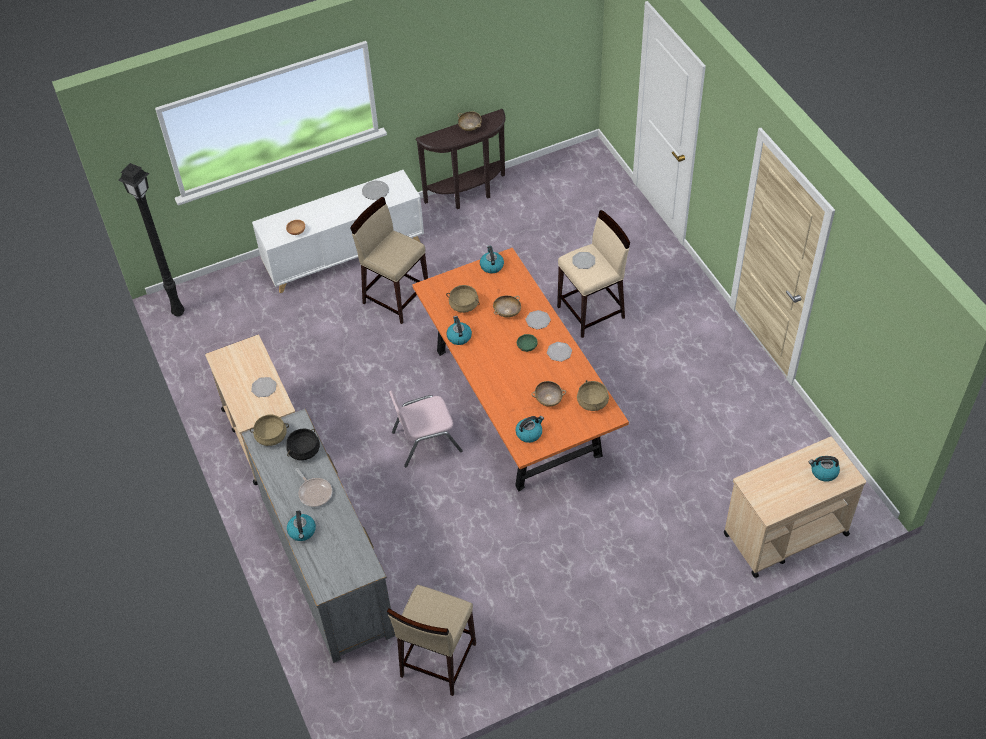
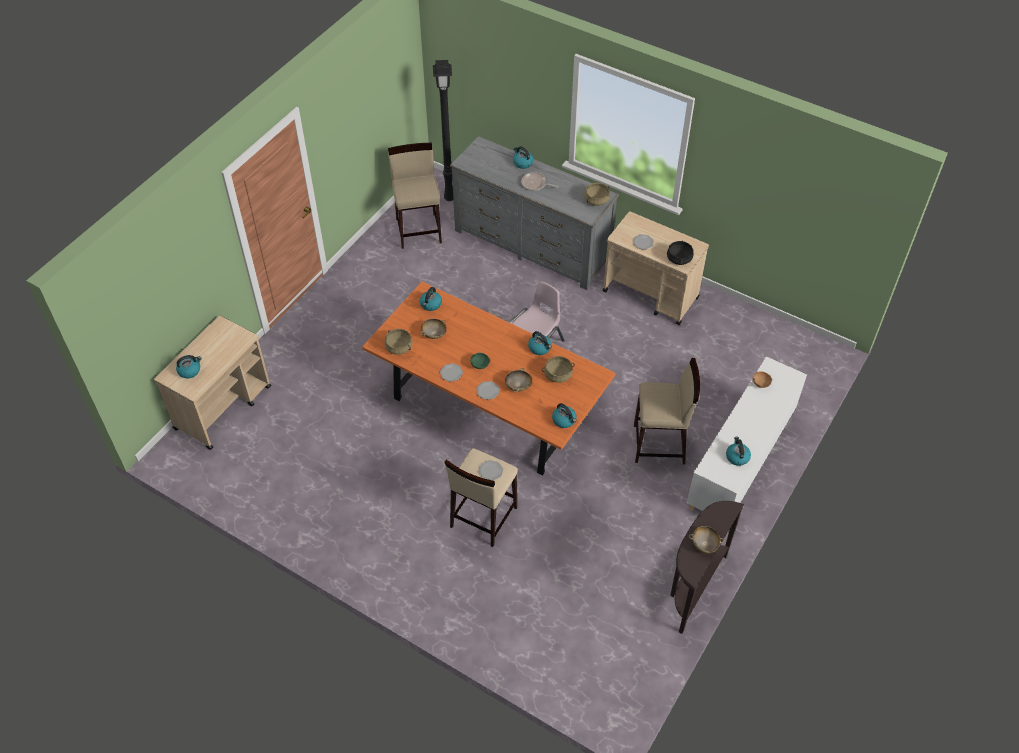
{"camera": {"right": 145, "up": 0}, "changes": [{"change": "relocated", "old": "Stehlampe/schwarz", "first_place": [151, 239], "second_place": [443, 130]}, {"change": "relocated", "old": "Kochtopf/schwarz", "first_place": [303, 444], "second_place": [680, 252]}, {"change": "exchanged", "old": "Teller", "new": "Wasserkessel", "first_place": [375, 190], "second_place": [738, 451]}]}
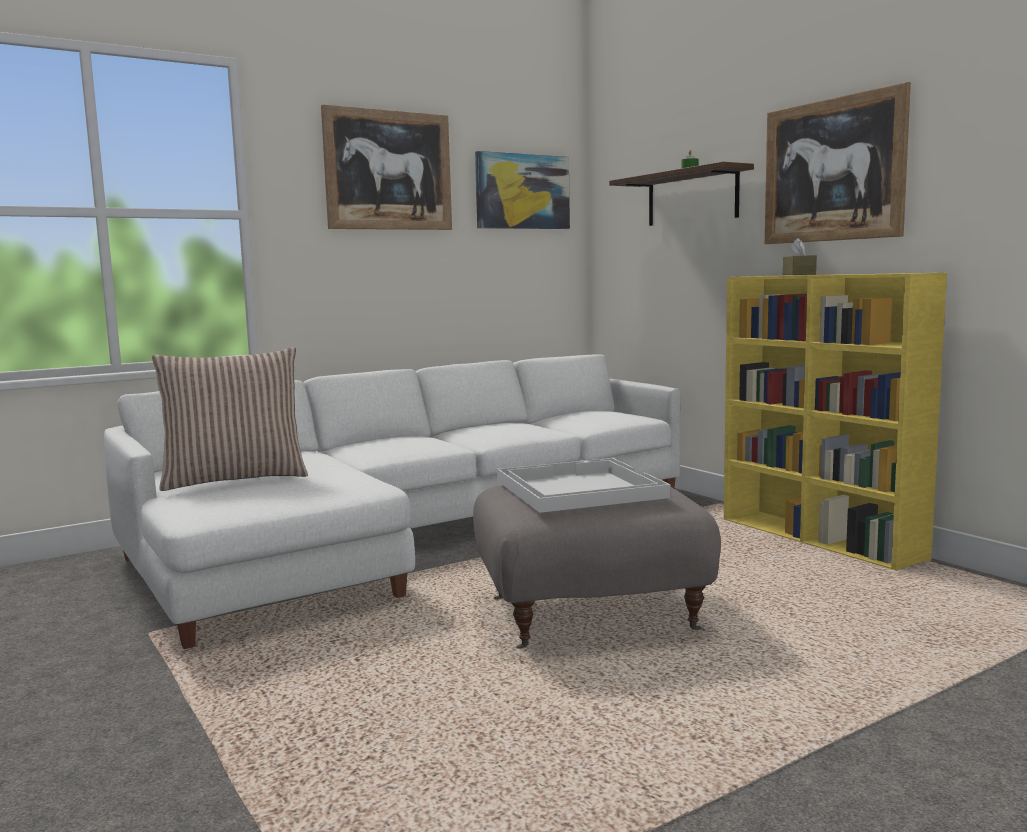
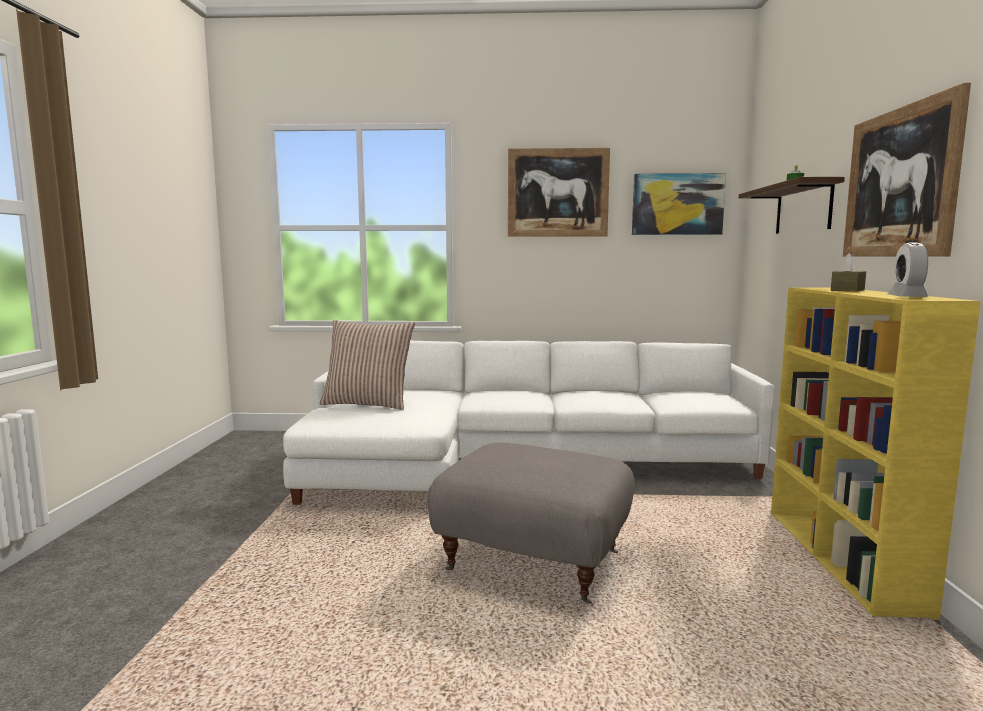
{"camera": {"right": 35, "up": 0}, "changes": [{"change": "missing", "old": "Tablett/weiß", "first_place": [584, 485]}, {"change": "appeared", "new": "Wecker", "second_place": [908, 270]}]}
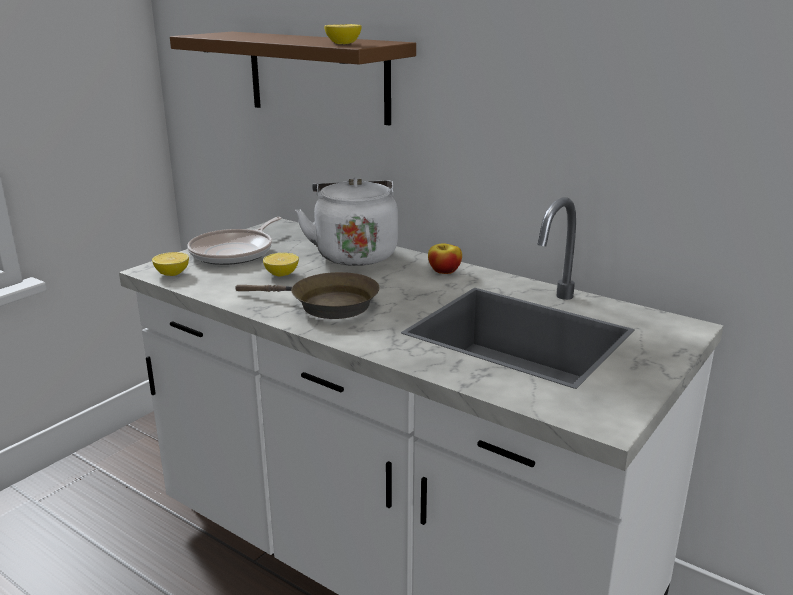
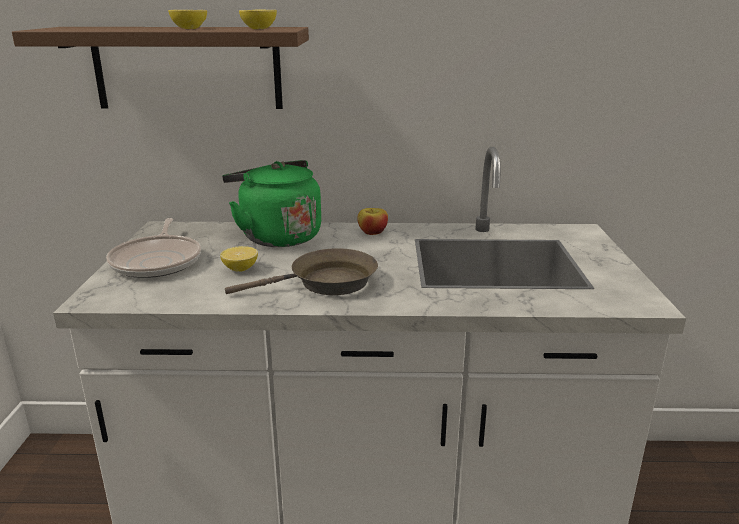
{"camera": {"right": -35, "up": 0}, "changes": [{"change": "relocated", "old": "Zitrone", "first_place": [170, 264], "second_place": [187, 19]}, {"change": "colour", "old": "Wasserkessel/weiß", "new": "Wasserkessel/grün", "first_place": [346, 222], "second_place": [271, 203]}]}
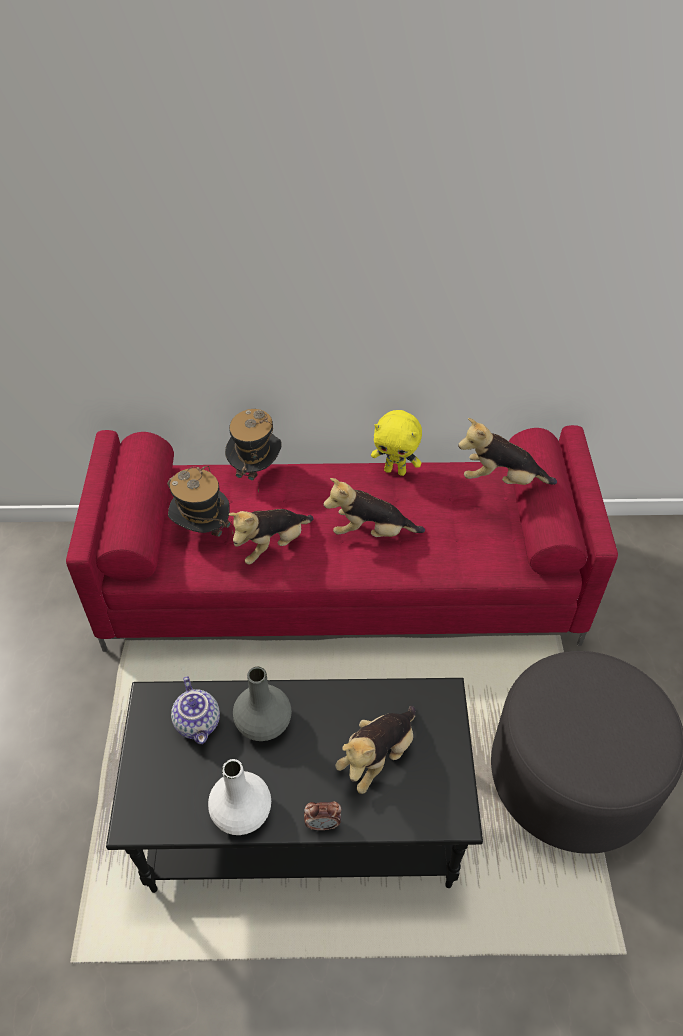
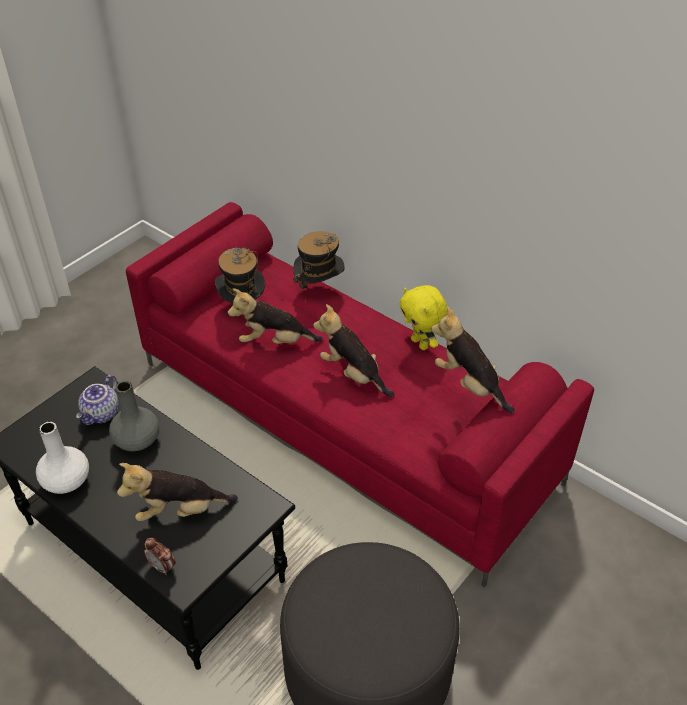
{"camera": {"right": 40, "up": -5}, "changes": [{"change": "relocated", "old": "Wecker", "first_place": [322, 815], "second_place": [160, 556]}]}
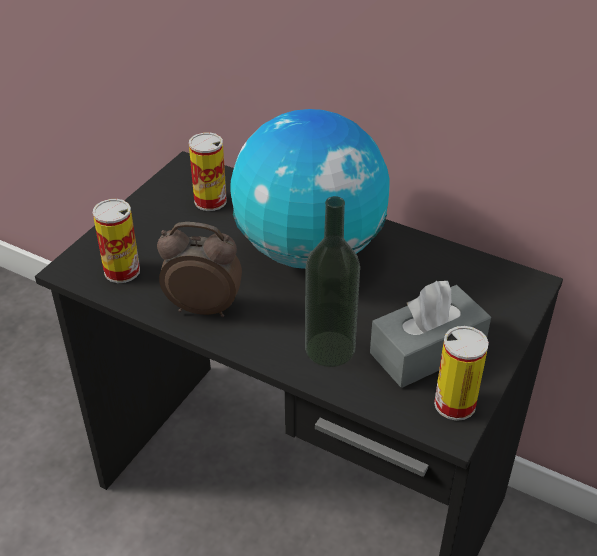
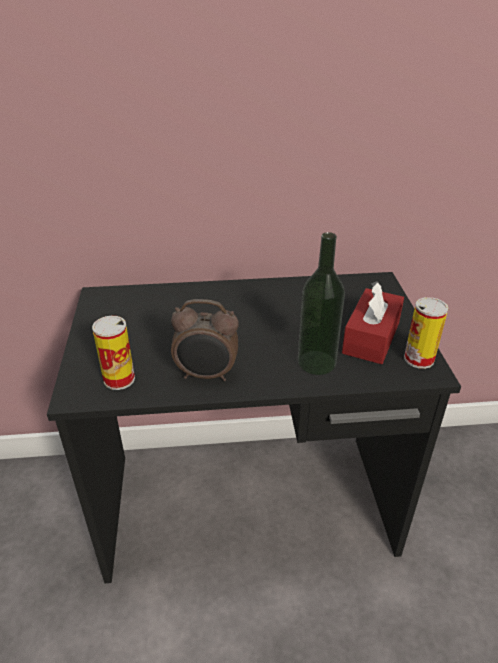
{"camera": {"right": -35, "up": -5}, "changes": [{"change": "spun", "old": "Wecker", "first_place": [199, 269], "second_place": [205, 340], "degrees": -150}, {"change": "missing", "old": "Dose", "first_place": [208, 171]}, {"change": "missing", "old": "Globus", "first_place": [310, 189]}, {"change": "colour", "old": "Taschentuchbox/grau", "new": "Taschentuchbox/rot", "first_place": [430, 334], "second_place": [373, 322]}]}
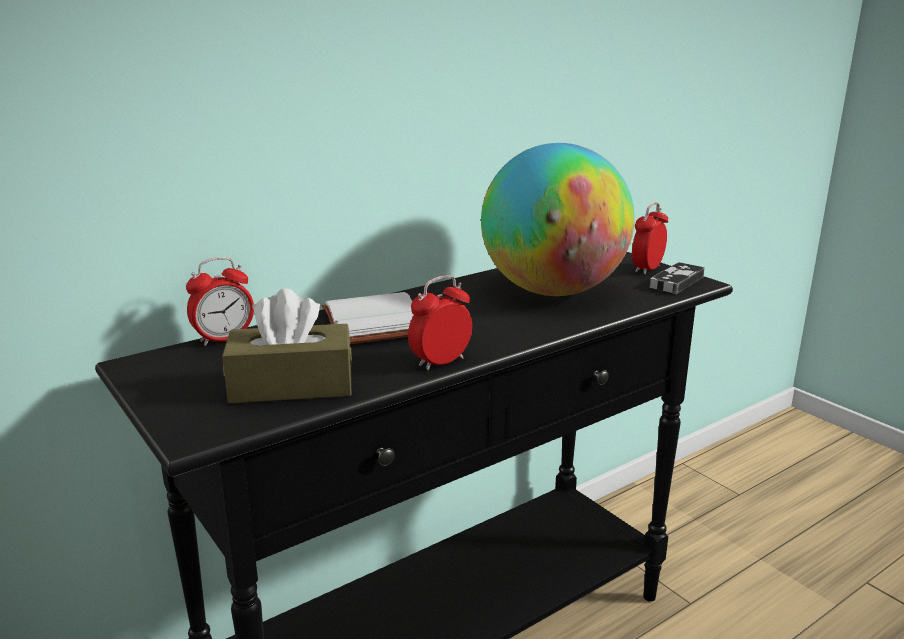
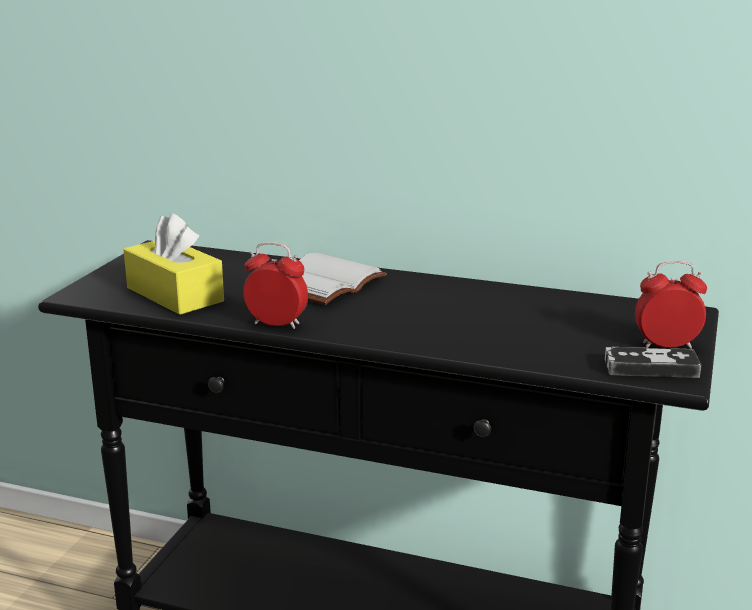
{"camera": {"right": 55, "up": 0}, "changes": [{"change": "missing", "old": "Wecker", "first_place": [220, 301]}, {"change": "colour", "old": "Taschentuchbox/braun", "new": "Taschentuchbox/gelb", "first_place": [287, 346], "second_place": [173, 264]}, {"change": "missing", "old": "Globus", "first_place": [558, 219]}]}
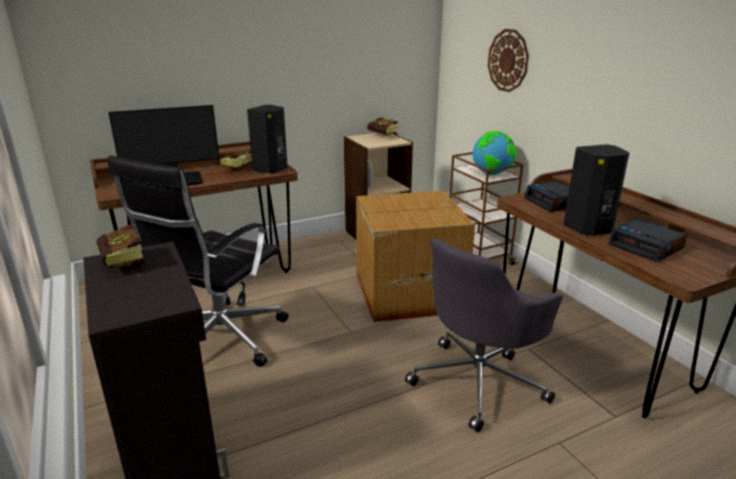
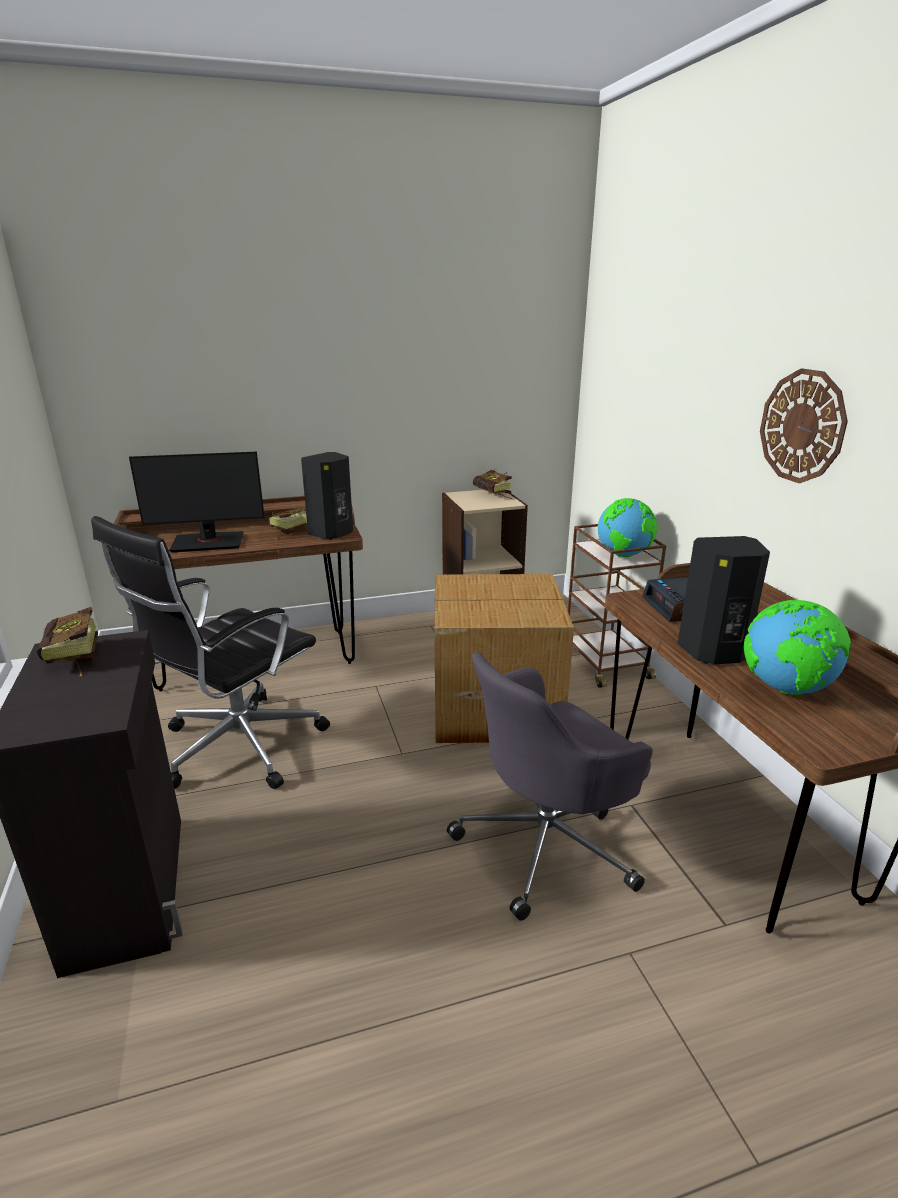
{"camera": {"right": 10, "up": 0}, "changes": [{"change": "relocated", "old": "Wanduhr", "first_place": [508, 60], "second_place": [804, 425]}, {"change": "exchanged", "old": "Wecker", "new": "Globus", "first_place": [648, 240], "second_place": [797, 647]}]}
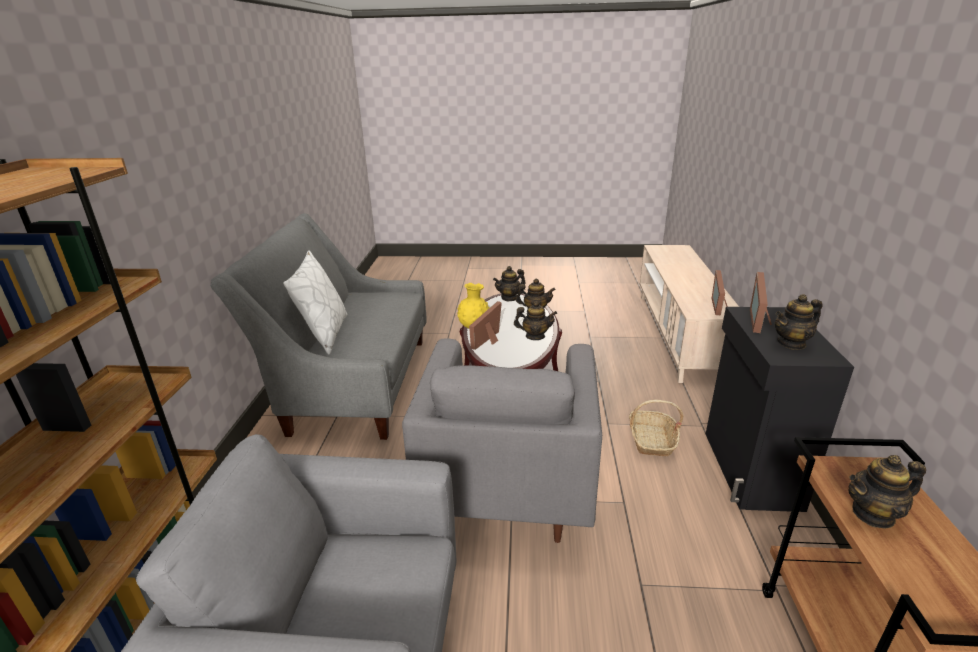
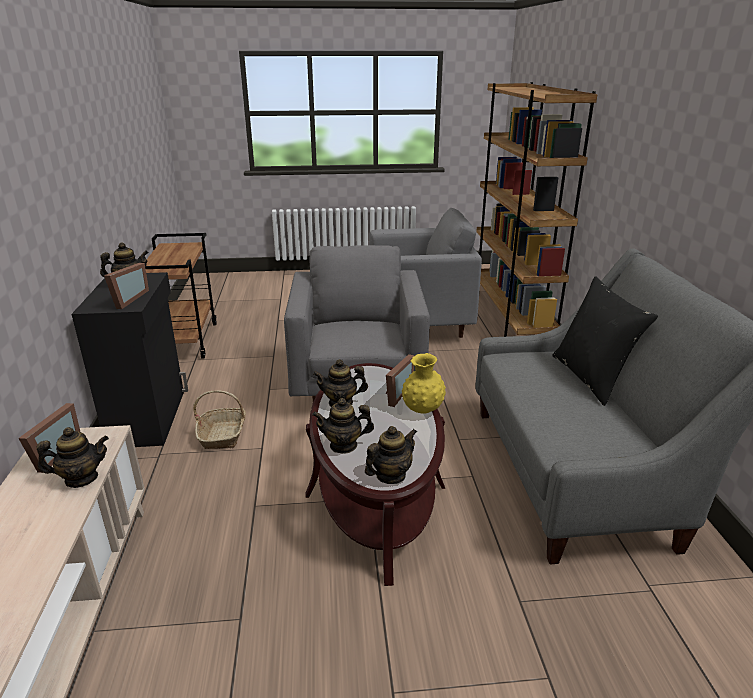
{"camera": {"right": 170, "up": 0}, "changes": [{"change": "colour", "old": "Kissen/weiß", "new": "Kissen/schwarz", "first_place": [315, 302], "second_place": [605, 341]}, {"change": "relocated", "old": "Teekanne", "first_place": [887, 492], "second_place": [72, 457]}]}
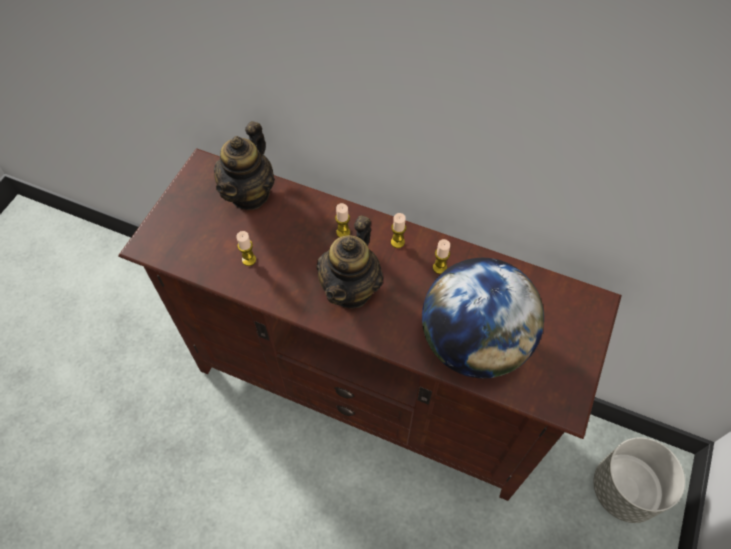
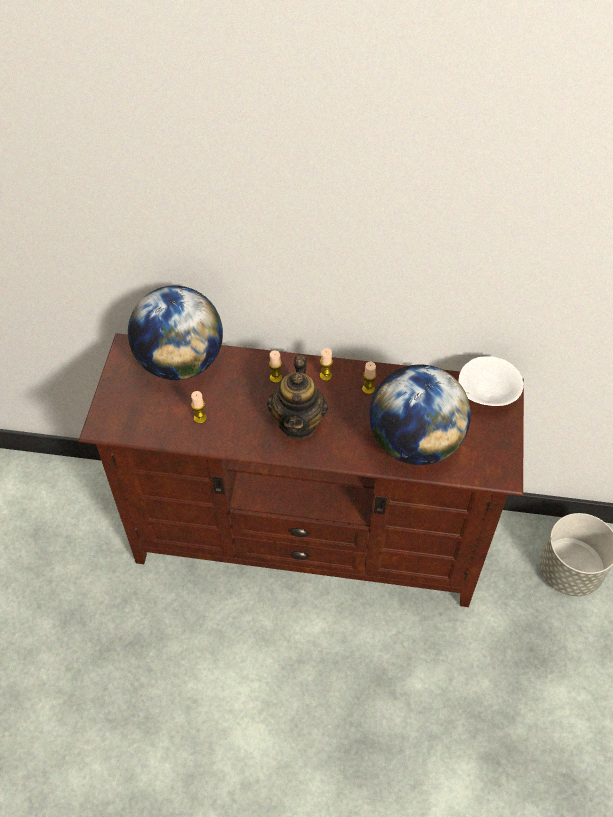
{"camera": {"right": -15, "up": -5}, "changes": [{"change": "exchanged", "old": "Teekanne", "new": "Globus", "first_place": [244, 165], "second_place": [175, 333]}, {"change": "appeared", "new": "Schüssel/weiß", "second_place": [491, 381]}]}
